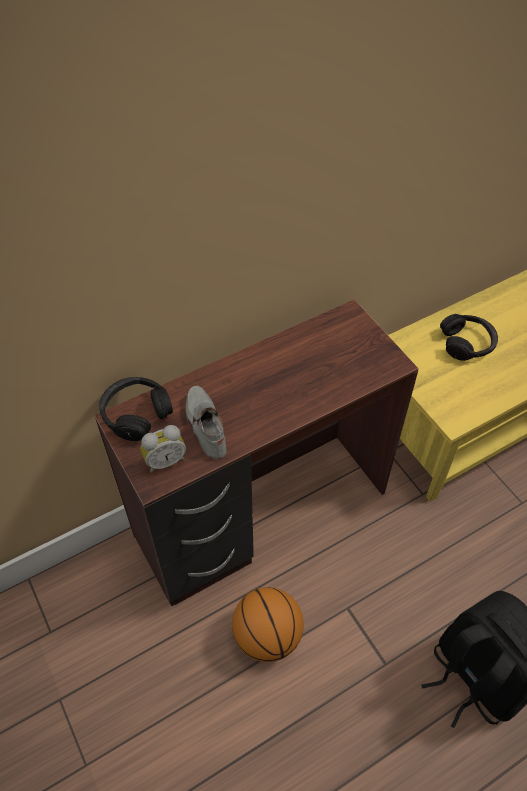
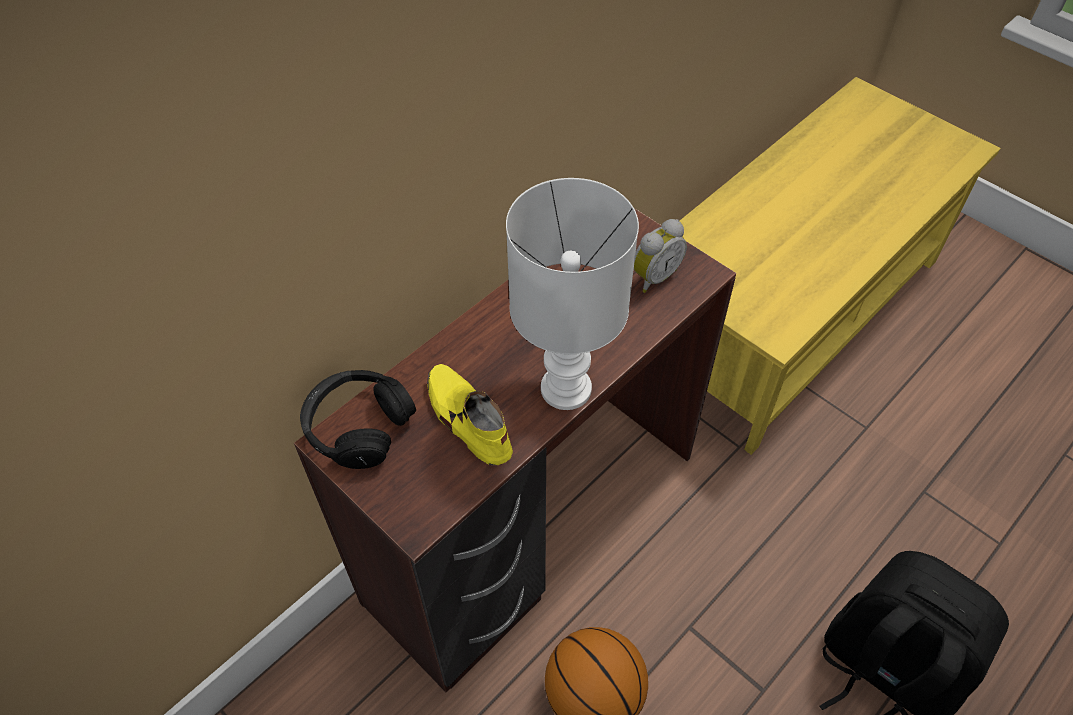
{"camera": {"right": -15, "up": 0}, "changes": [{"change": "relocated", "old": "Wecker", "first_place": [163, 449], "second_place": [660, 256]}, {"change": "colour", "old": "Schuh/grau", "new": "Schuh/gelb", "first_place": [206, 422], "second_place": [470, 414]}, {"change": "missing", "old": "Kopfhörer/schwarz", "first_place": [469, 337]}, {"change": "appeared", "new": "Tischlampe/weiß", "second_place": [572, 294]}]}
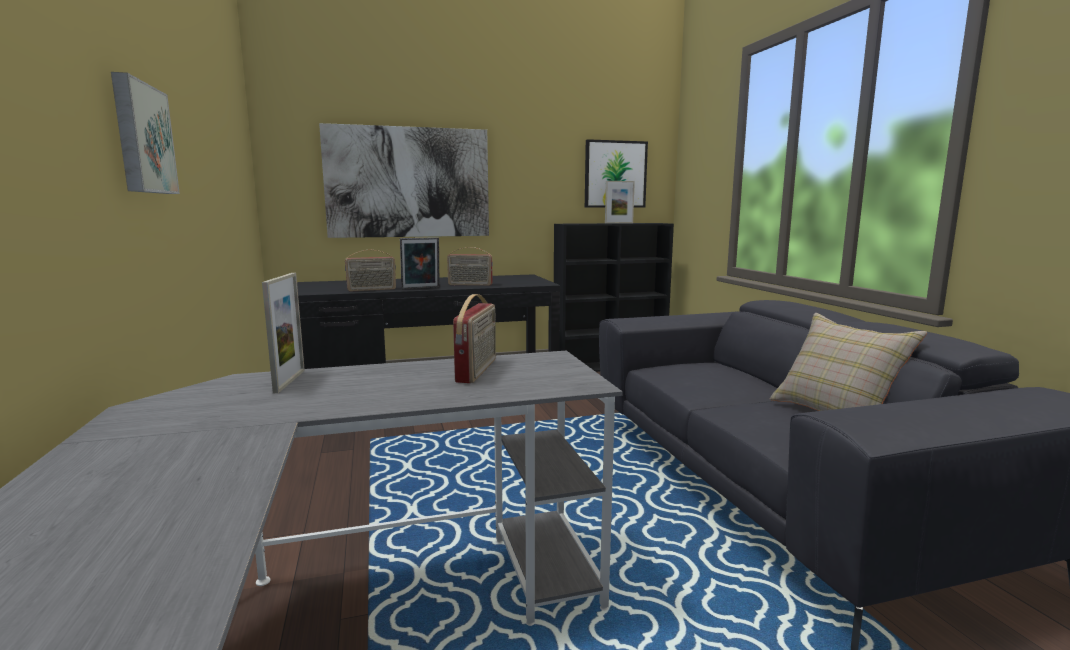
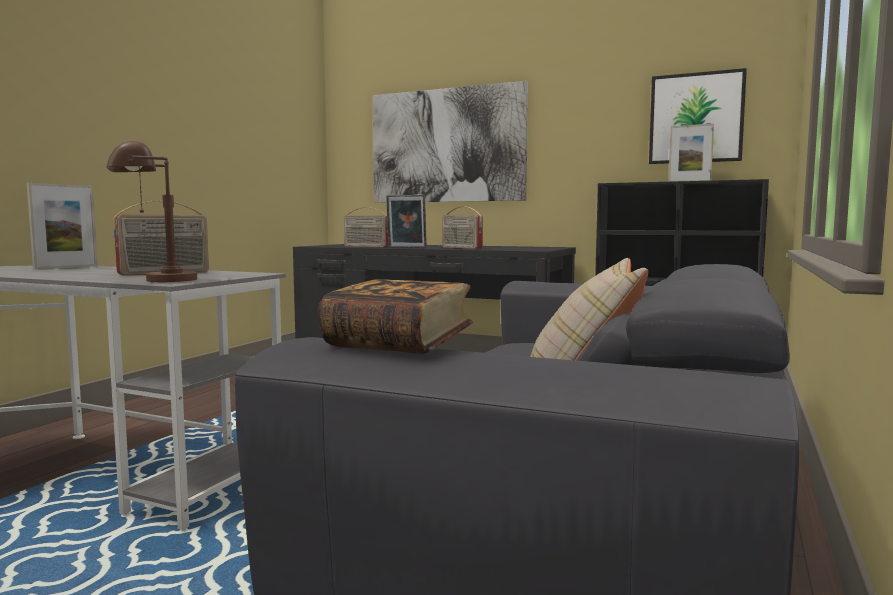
{"camera": {"right": 40, "up": -5}, "changes": [{"change": "missing", "old": "Bild", "first_place": [145, 133]}, {"change": "appeared", "new": "Tischlampe/braun", "second_place": [151, 211]}, {"change": "appeared", "new": "Buch", "second_place": [395, 316]}]}
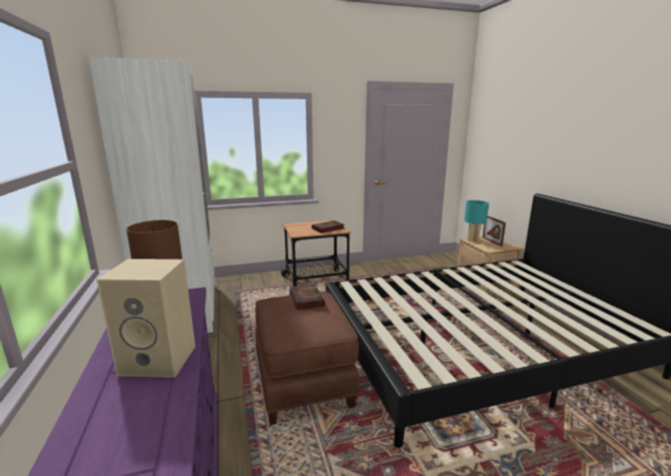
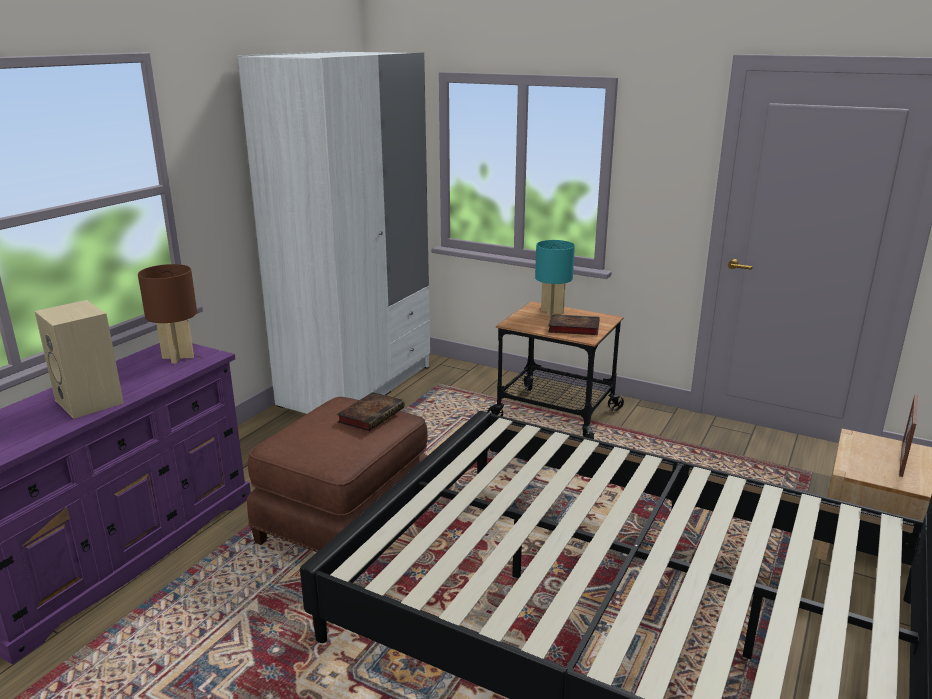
{"camera": {"right": 45, "up": 5}, "changes": [{"change": "relocated", "old": "Tischlampe/türkis", "first_place": [476, 221], "second_place": [555, 278]}]}
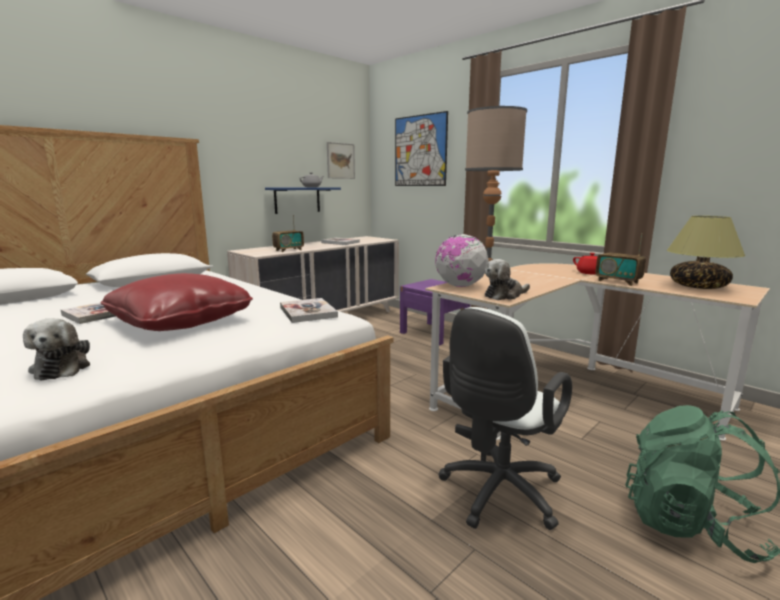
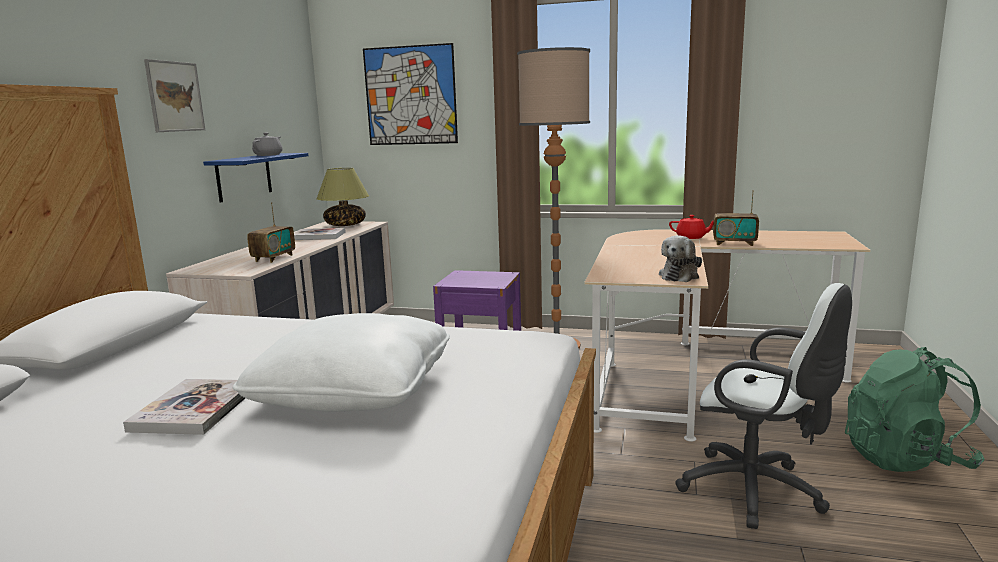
{"camera": {"right": -30, "up": 0}, "changes": [{"change": "missing", "old": "Plüschtier", "first_place": [56, 349]}, {"change": "colour", "old": "Kissen/rot", "new": "Kissen/weiß", "first_place": [176, 302], "second_place": [341, 362]}, {"change": "missing", "old": "Buch", "first_place": [309, 310]}, {"change": "relocated", "old": "Bild", "first_place": [341, 160], "second_place": [174, 95]}, {"change": "missing", "old": "Globus", "first_place": [462, 260]}, {"change": "spun", "old": "Bürostuhl/weiß", "first_place": [505, 418], "second_place": [763, 406], "degrees": -60}, {"change": "relocated", "old": "Tischlampe", "first_place": [706, 252], "second_place": [342, 197]}]}
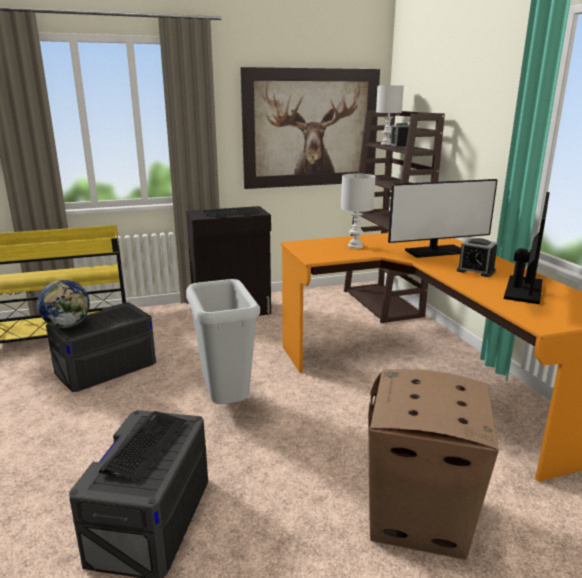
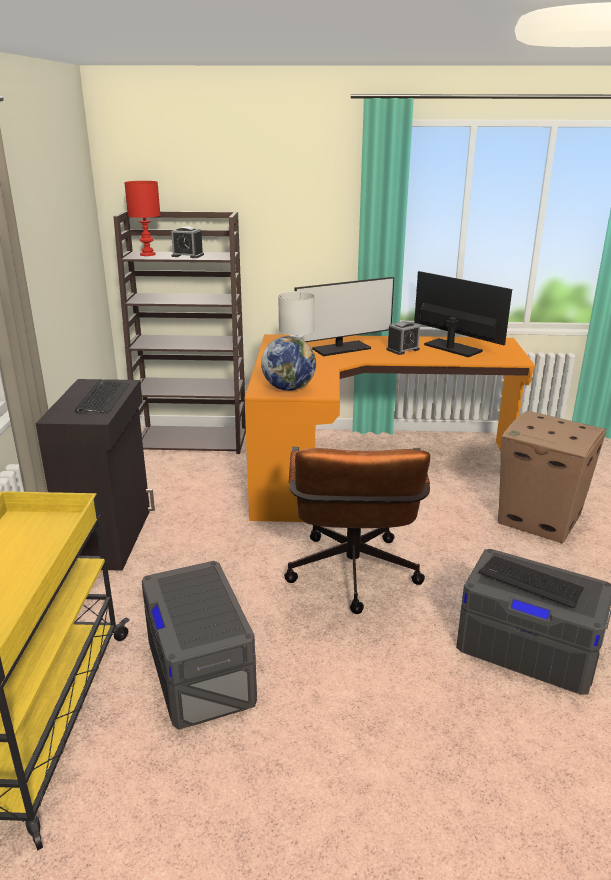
{"camera": {"right": -70, "up": 5}, "changes": [{"change": "relocated", "old": "Globus", "first_place": [63, 304], "second_place": [288, 363]}, {"change": "exchanged", "old": "Mülleimer/grau", "new": "Bürostuhl/braun", "first_place": [223, 341], "second_place": [357, 530]}, {"change": "missing", "old": "Bild", "first_place": [310, 128]}, {"change": "colour", "old": "Tischlampe/weiß", "new": "Tischlampe/rot", "first_place": [390, 115], "second_place": [142, 218]}, {"change": "spun", "old": "Monitor", "first_place": [443, 218], "second_place": [344, 316], "degrees": 60}]}
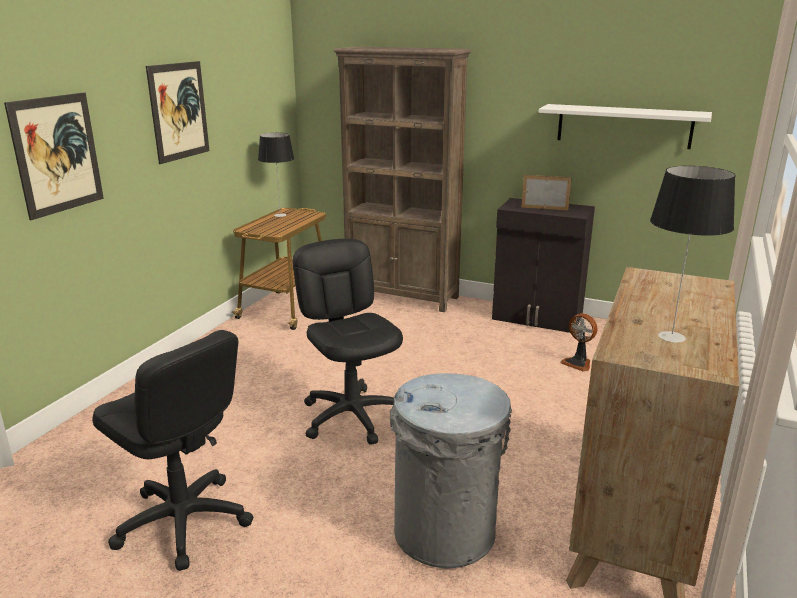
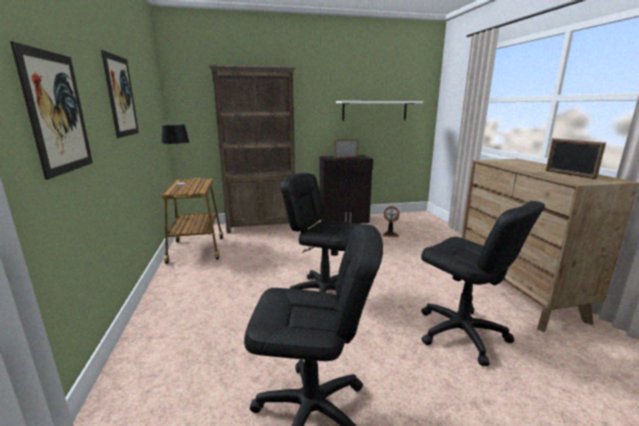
{"camera": {"right": -35, "up": -5}, "changes": [{"change": "exchanged", "old": "Mülleimer/grau", "new": "Bürostuhl/schwarz", "first_place": [450, 471], "second_place": [483, 283]}, {"change": "exchanged", "old": "Tischlampe", "new": "Bilderrahmen", "first_place": [692, 254], "second_place": [575, 158]}]}
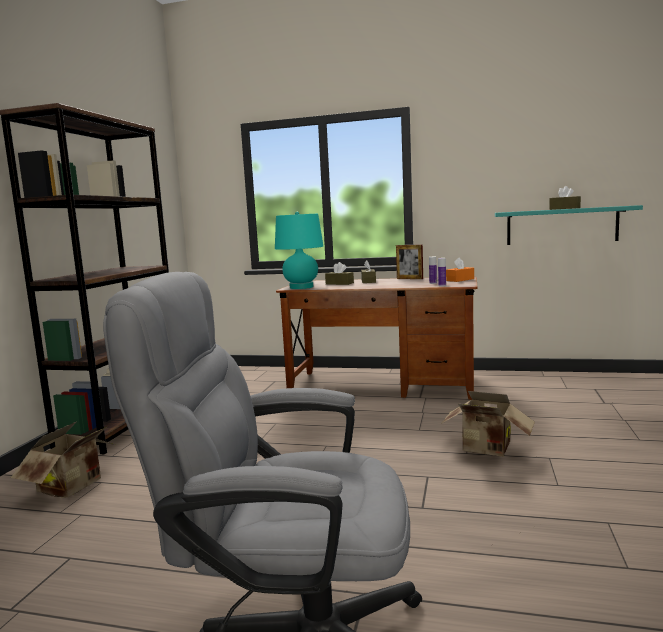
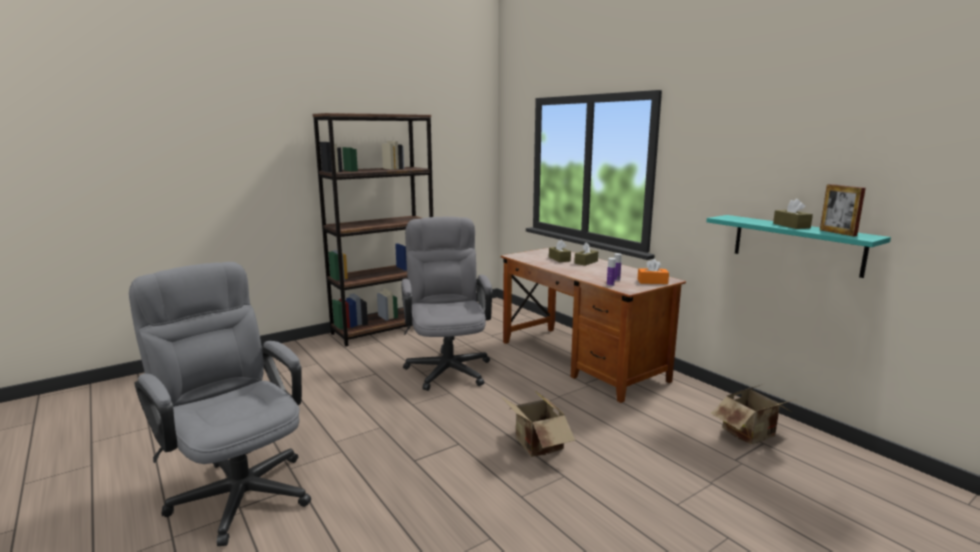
{"camera": {"right": 40, "up": 5}, "changes": [{"change": "relocated", "old": "Karton", "first_place": [63, 460], "second_place": [753, 414]}, {"change": "missing", "old": "Tischlampe/türkis", "first_place": [299, 250]}, {"change": "relocated", "old": "Bilderrahmen", "first_place": [409, 261], "second_place": [843, 210]}, {"change": "appeared", "new": "Bürostuhl/grau", "second_place": [446, 304]}]}
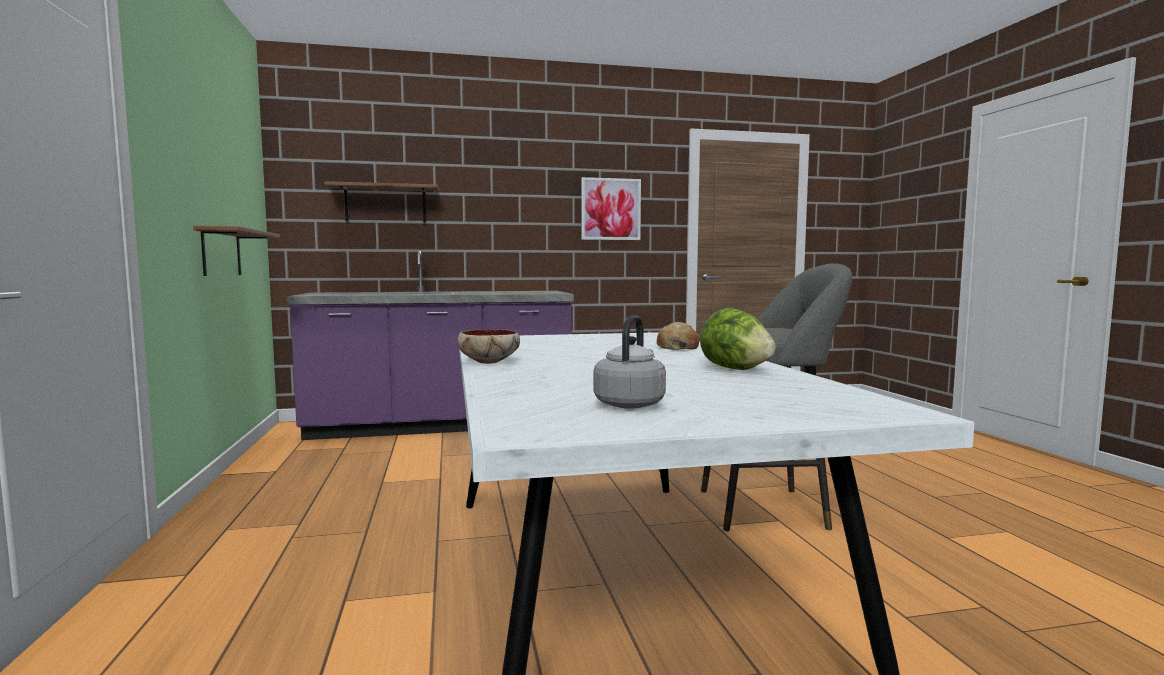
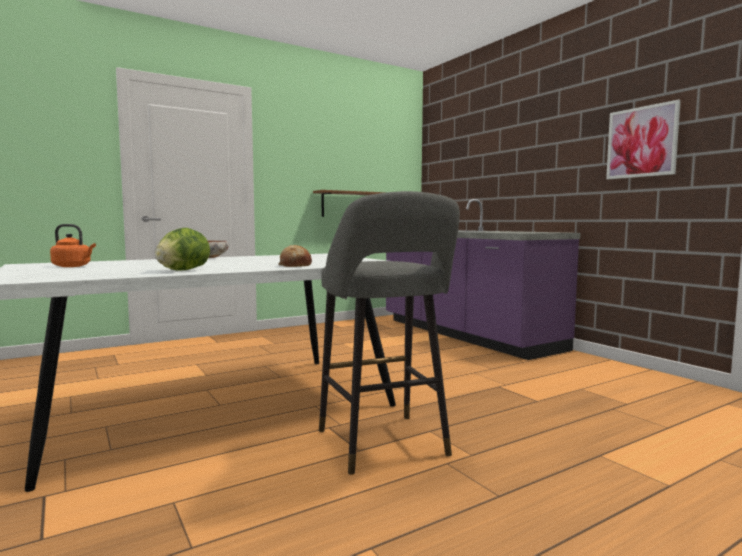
{"camera": {"right": 70, "up": 0}, "changes": [{"change": "missing", "old": "Wandregal/braun", "first_place": [381, 201]}, {"change": "colour", "old": "Wasserkessel/grau", "new": "Wasserkessel/orange", "first_place": [629, 362], "second_place": [73, 245]}]}
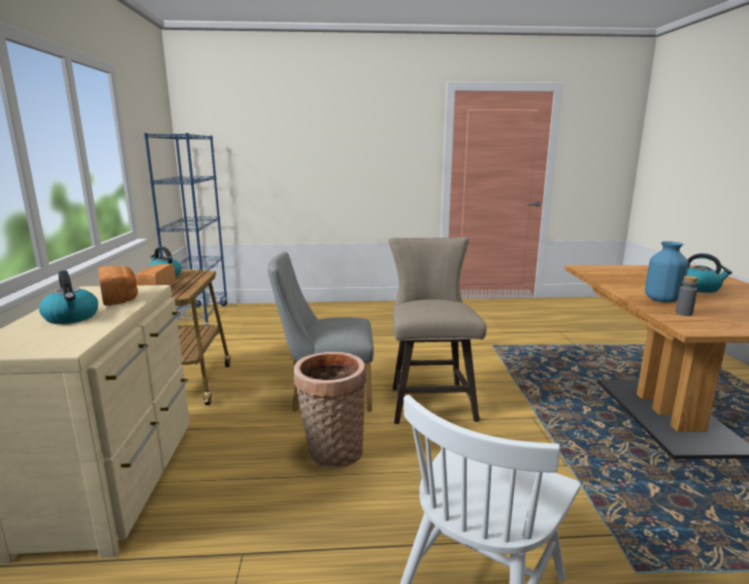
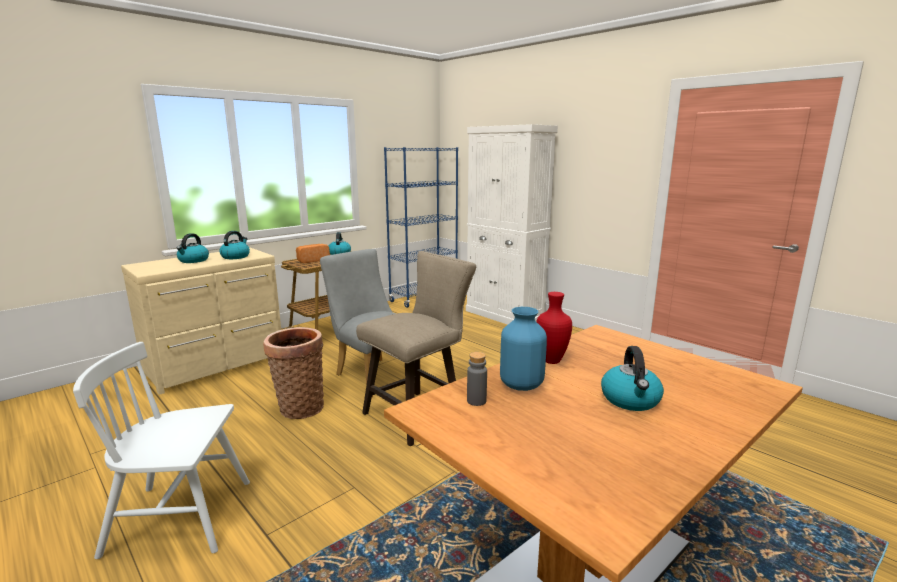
{"camera": {"right": 50, "up": 0}, "changes": [{"change": "exchanged", "old": "Brot", "new": "Wasserkessel", "first_place": [118, 286], "second_place": [234, 245]}, {"change": "appeared", "new": "Schrank/weiß", "second_place": [512, 224]}, {"change": "appeared", "new": "Vase/rot", "second_place": [554, 328]}]}
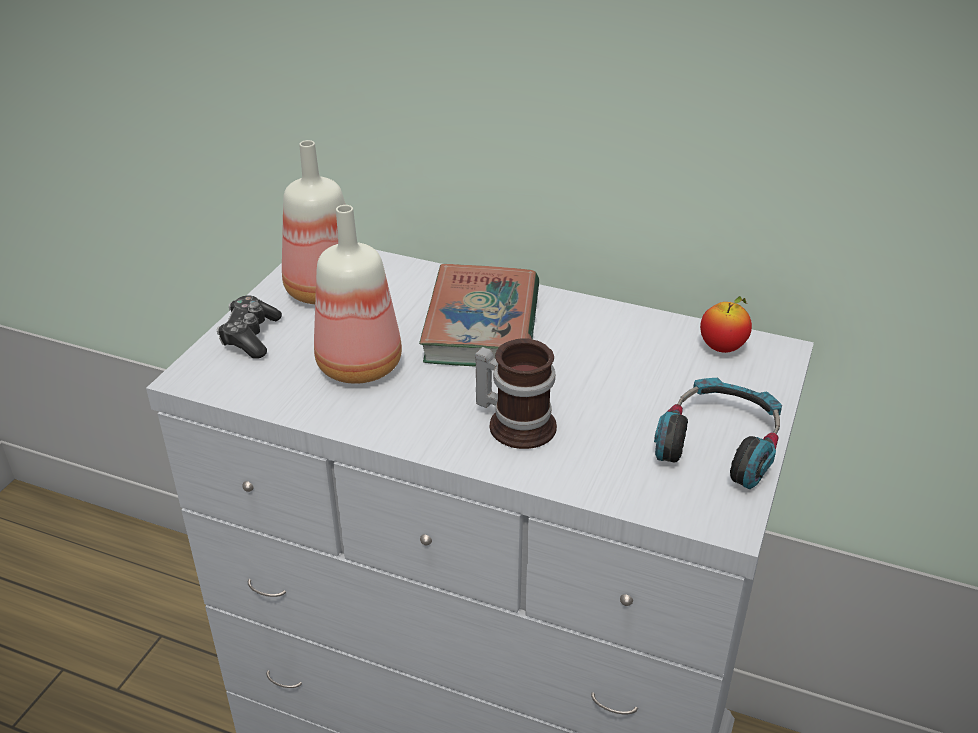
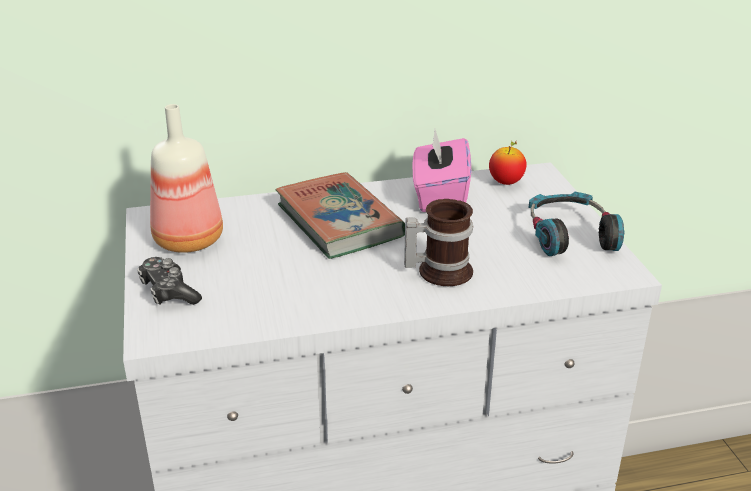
{"camera": {"right": -35, "up": -5}, "changes": [{"change": "missing", "old": "Flasche", "first_place": [358, 294]}, {"change": "appeared", "new": "Taschentuchbox/rosa", "second_place": [442, 171]}]}
